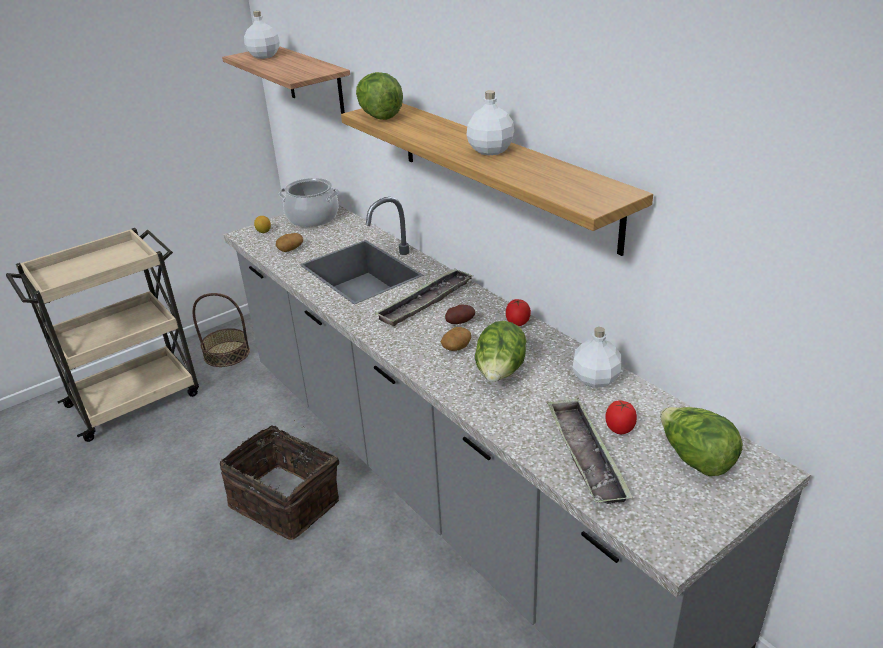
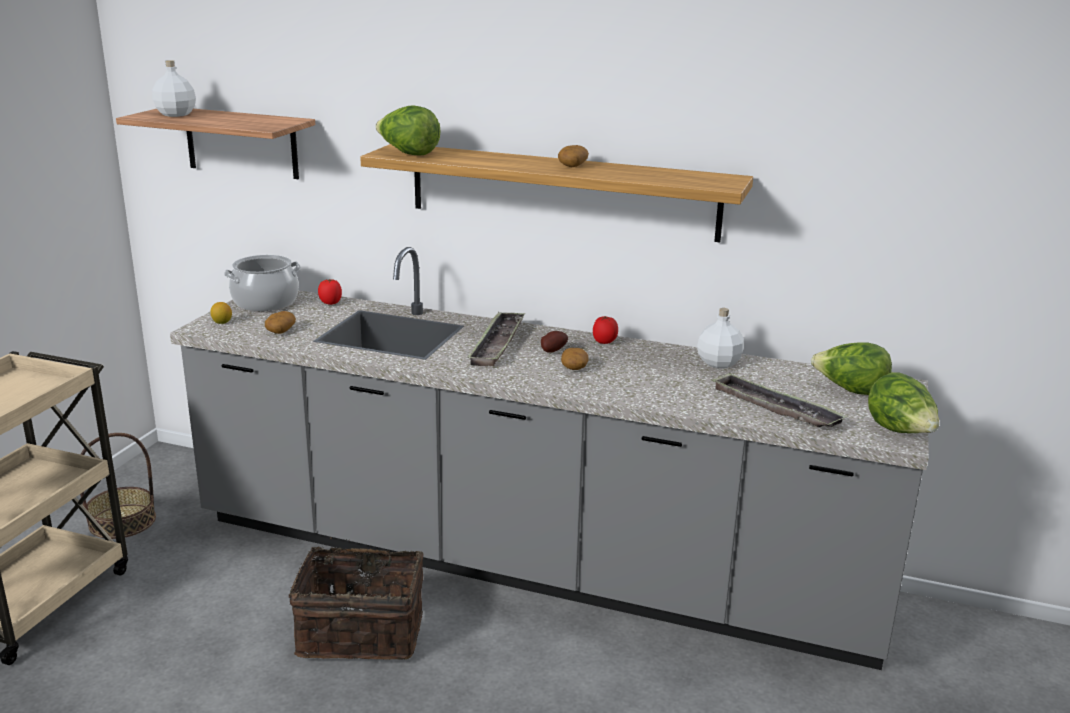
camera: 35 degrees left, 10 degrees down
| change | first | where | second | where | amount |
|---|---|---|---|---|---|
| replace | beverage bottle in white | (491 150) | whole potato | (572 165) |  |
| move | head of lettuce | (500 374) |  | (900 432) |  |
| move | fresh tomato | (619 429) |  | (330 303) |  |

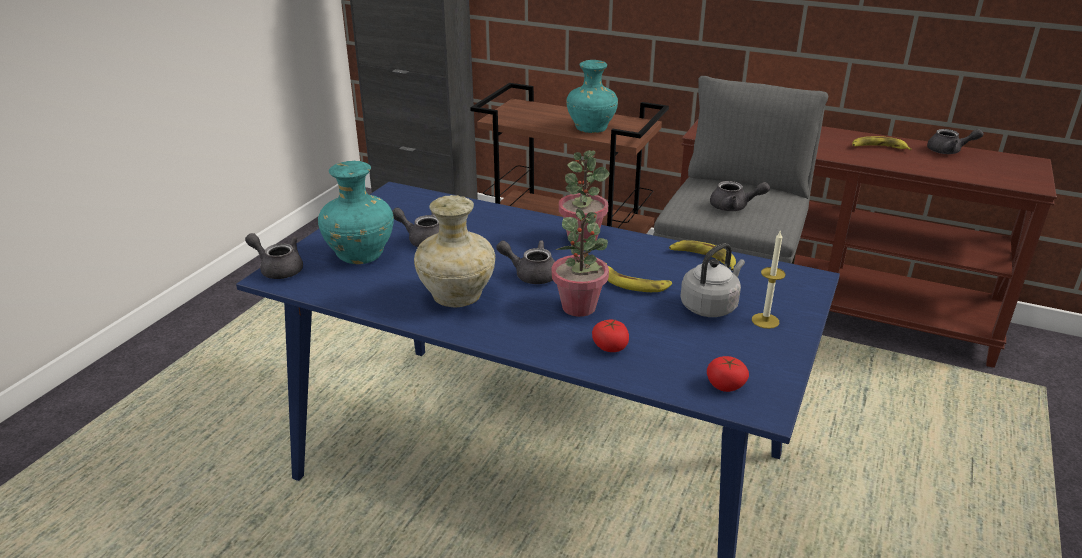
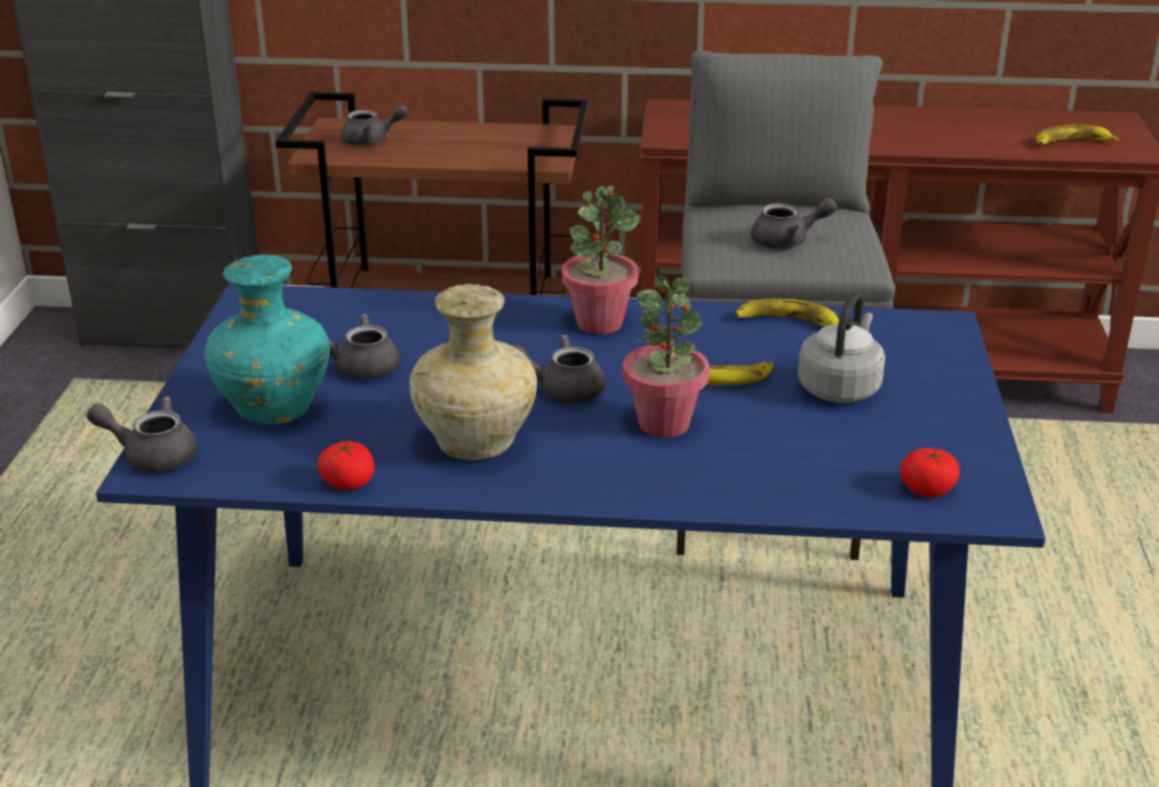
camera: 20 degrees left, 0 degrees up
| change | first | where | second | where | amount |
|---|---|---|---|---|---|
| delete | vase in blue-green | (591 129) |  |  |  |
| move | fresh tomato | (610 346) |  | (348 482) |  |
| delete | candle | (765 321) |  |  |  |
| move | banana fruit | (878 148) |  | (1071 143) |  |
| move | pot for tea in gray | (949 151) |  | (372 140) |  |

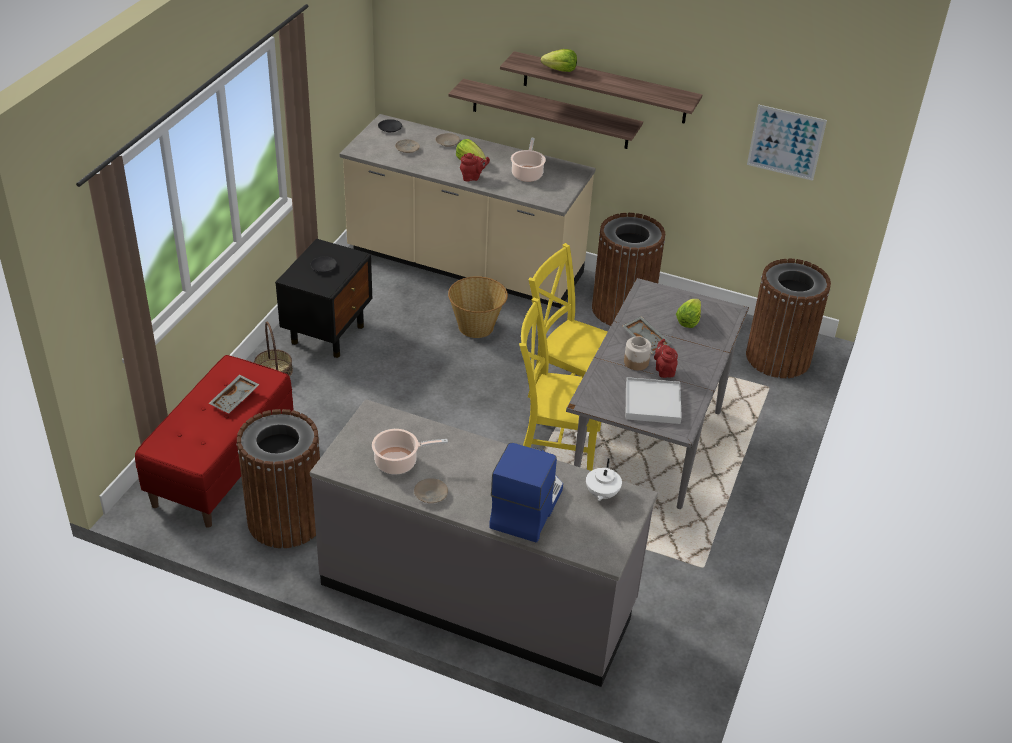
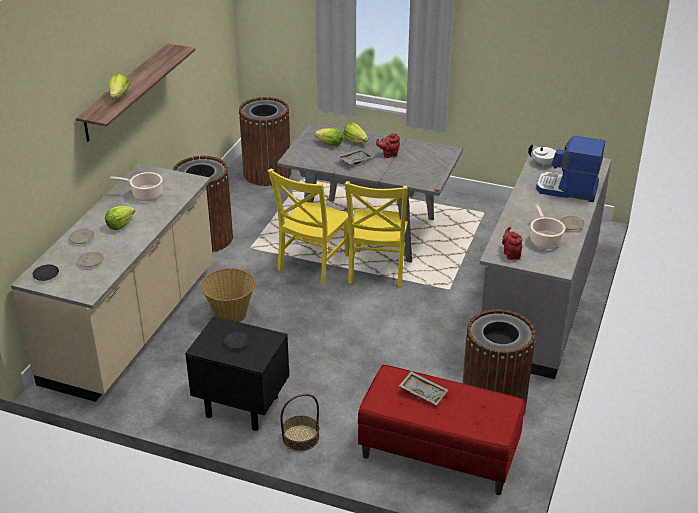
camera: 90 degrees left, 5 degrees down
| change | first | where | second | where | amount |
|---|---|---|---|---|---|
| delete | shelf | (550 114) |  |  |  |
| move | pot for tea in red | (472 177) |  | (511 254) |  |
| delete | storage jar | (636 362) |  |  |  |
| delete | carrying tray in white | (652 403) |  |  |  |
| delete | wall art | (786 142) |  |  |  |
| insert |  |  | head of lettuce | (355 141) |  |

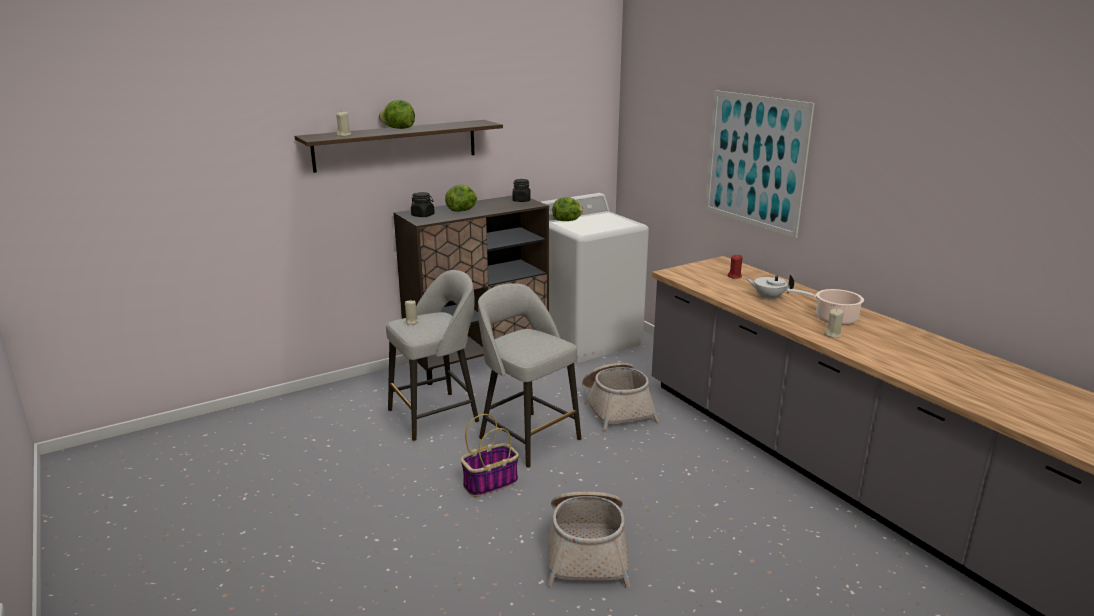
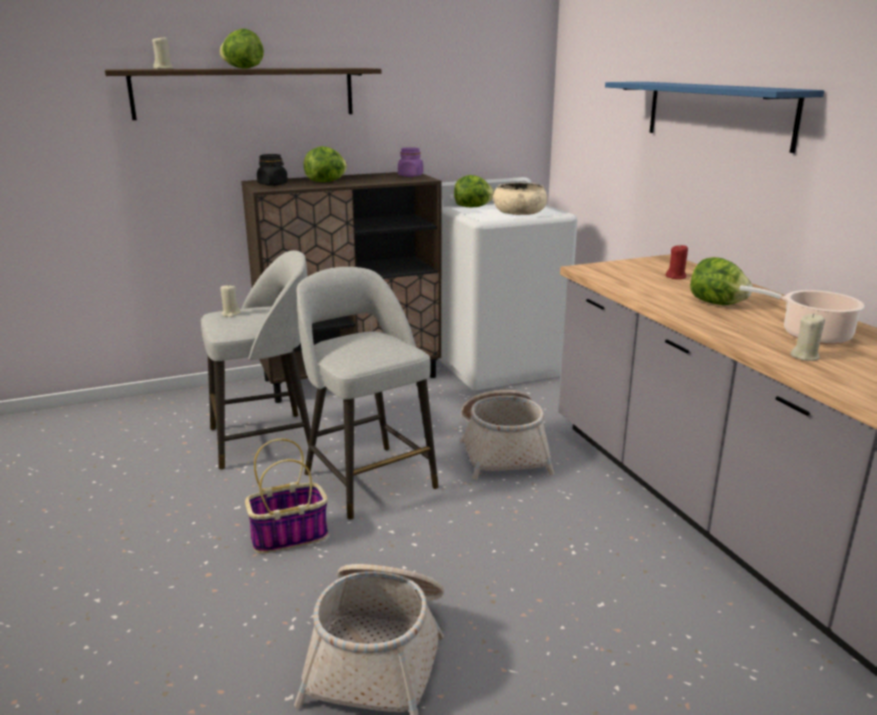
camera: 10 degrees right, 0 degrees up
| change | first | where | second | where | amount |
|---|---|---|---|---|---|
| recolor | storage jar in black-coloured | (521 200) | storage jar in purplish | (410 175) |  |
| replace | wall art | (755 161) | shelf in blue-coloured | (718 113) |  |
| replace | pot for tea in white | (768 297) | head of lettuce | (716 303) |  |
| insert |  |  | serving bowl in sand-coloured | (519 212) |  |

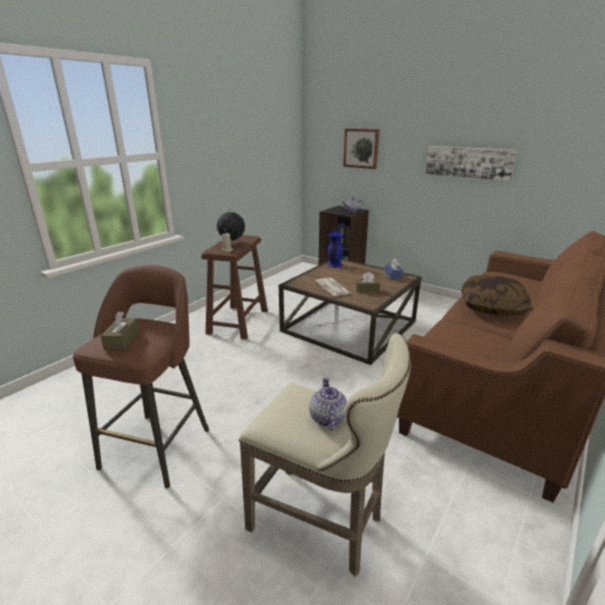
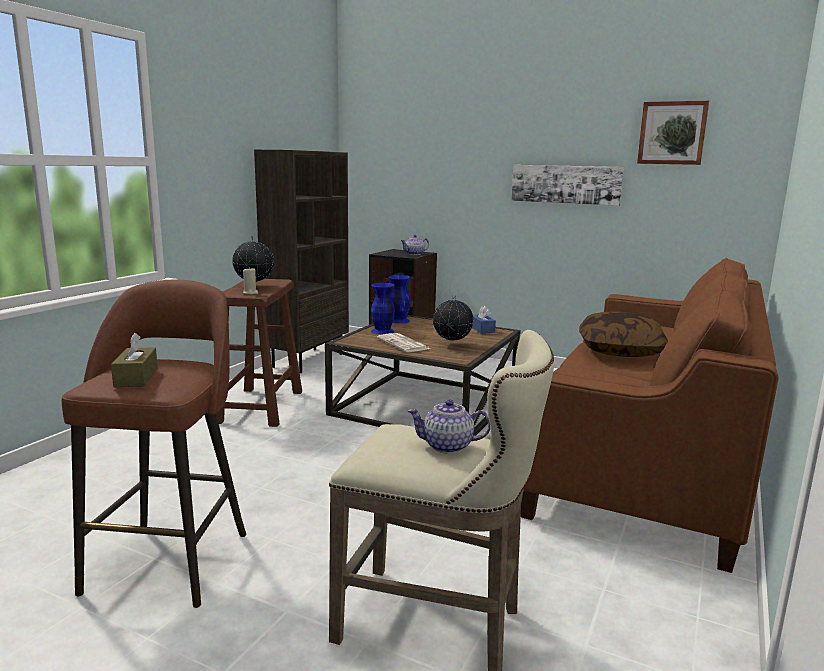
camera: 10 degrees left, 10 degrees down
| change | first | where | second | where | amount |
|---|---|---|---|---|---|
| rotate | pot for tea | (327 418) |  | (448 446) | 75 degrees counterclockwise |
| move | wall art | (361 148) |  | (672 133) |  |
| replace | tissue box in brown | (367 290) | globe | (452 345) |  |
| insert |  |  | shelving unit in brown | (307 360) |  |
| insert |  |  | vase in blue-coloured | (382 331) |  |

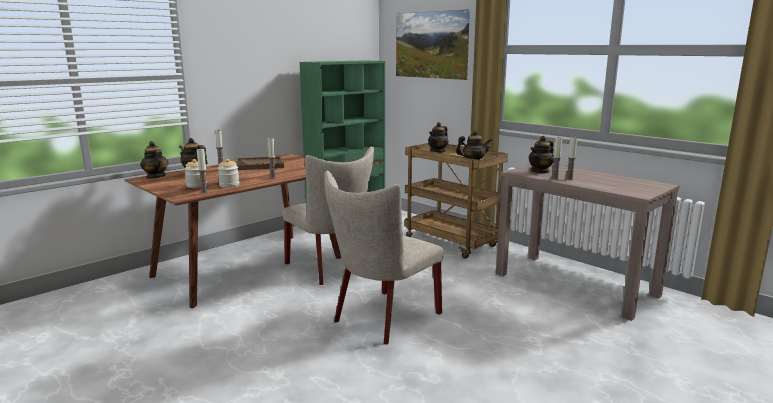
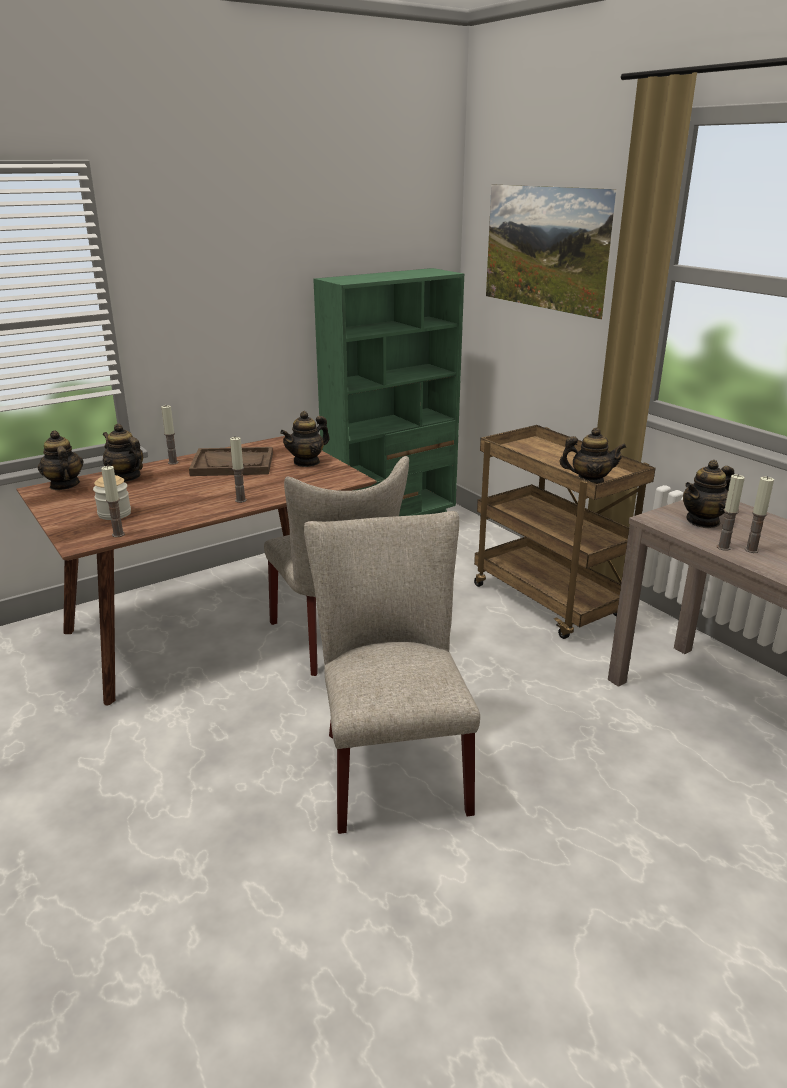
camera: 10 degrees right, 10 degrees up
| change | first | where | second | where | amount |
|---|---|---|---|---|---|
| delete | storage jar | (229 185) |  |  |  |
| rotate | upright chair in sand-coloured | (382 319) |  | (391 764) | 120 degrees clockwise |
| move | pot for tea | (438 151) |  | (307 462) |  |

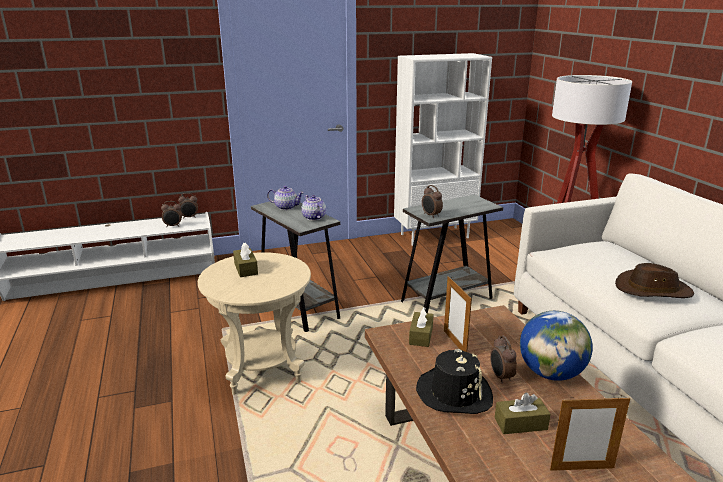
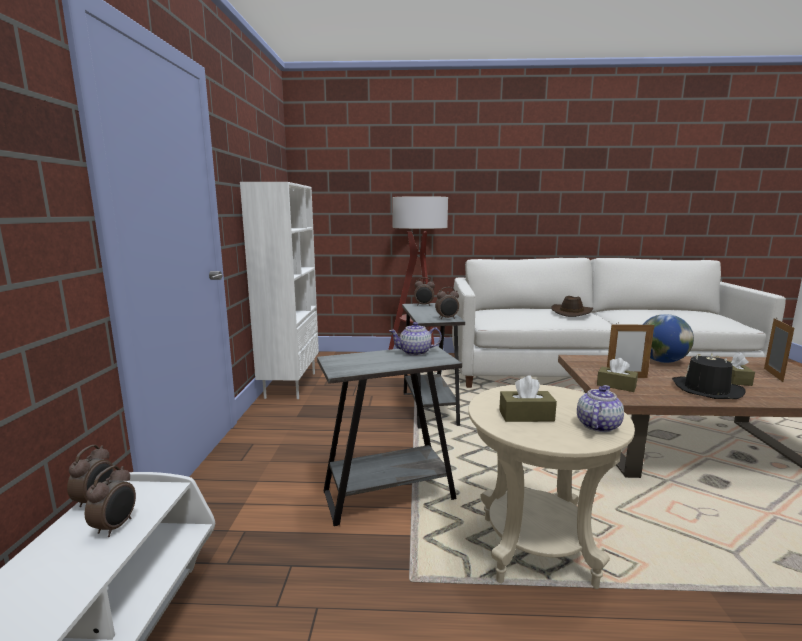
camera: 70 degrees left, 10 degrees down
| change | first | where | second | where | amount |
|---|---|---|---|---|---|
| move | pot for tea | (286 207) |  | (597 426) |  |
| move | table clock | (500 377) |  | (424 305) |  |

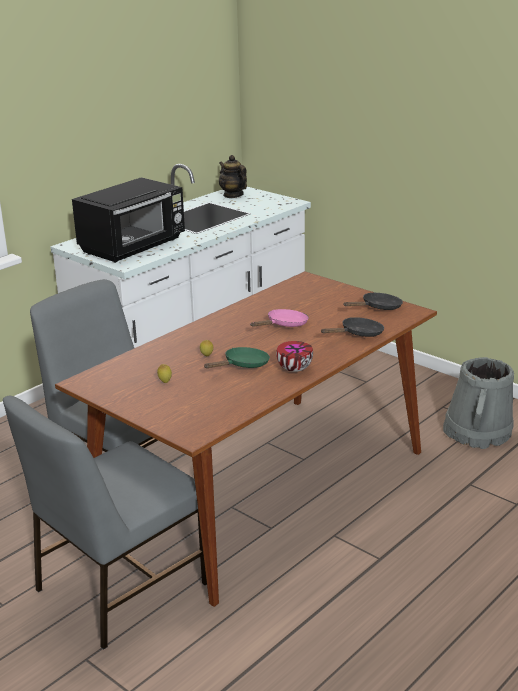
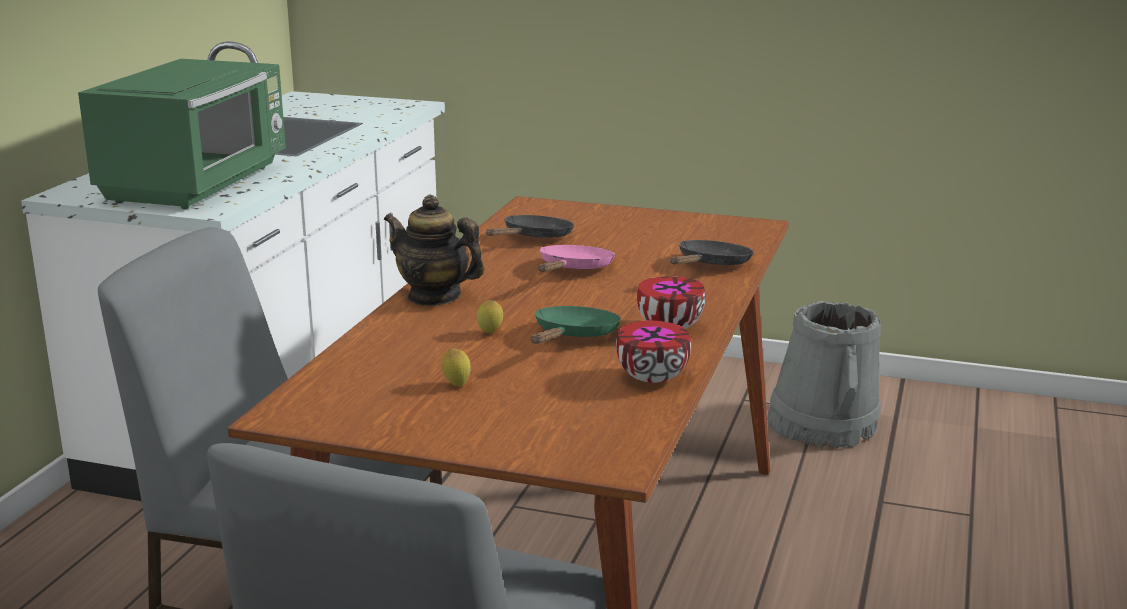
camera: 25 degrees left, 5 degrees down
| change | first | where | second | where | amount |
|---|---|---|---|---|---|
| recolor | microwave in black-coloured | (134 246) | microwave in green-coloured | (198 184) |  |
| move | pot for tea | (233 195) |  | (434 296) |  |
| move | frying pan in black-coloured | (378 308) |  | (534 238) |  |
| insert |  |  | serving bowl | (653 378) |  |

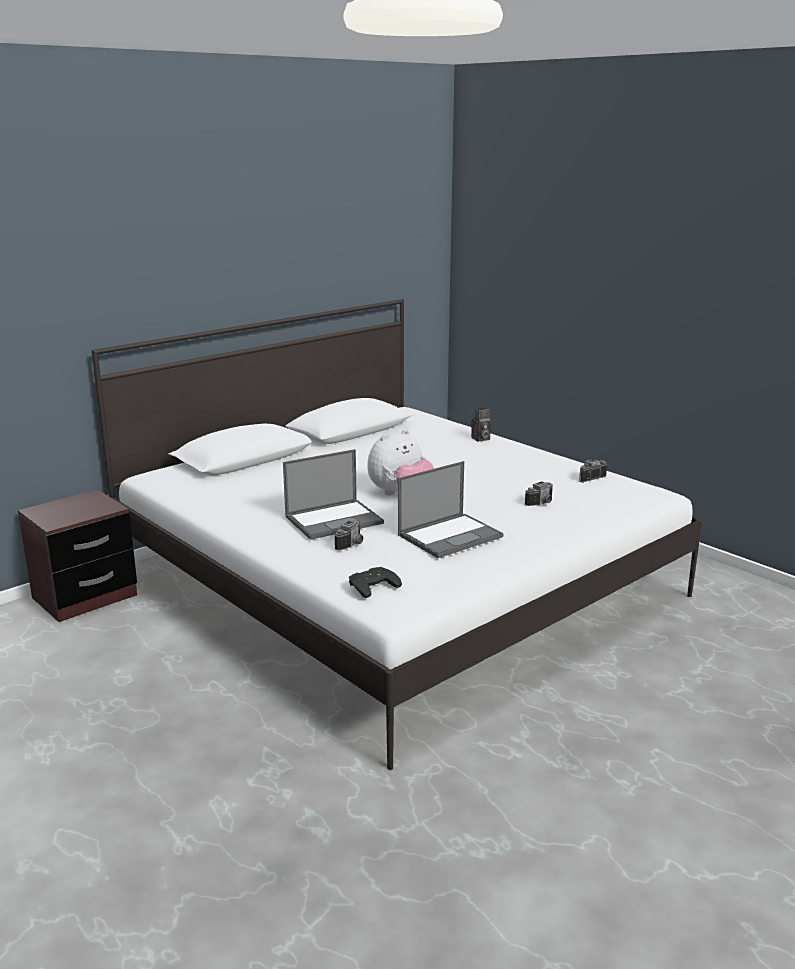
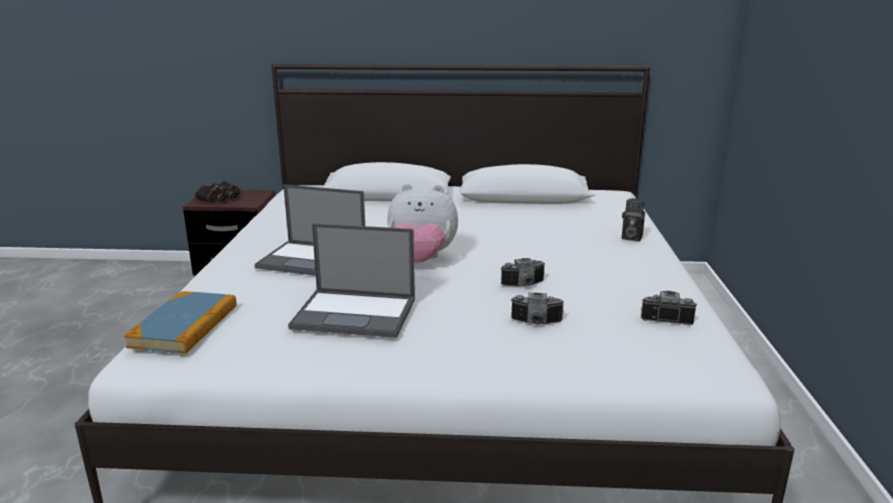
camera: 45 degrees right, 0 degrees up
| change | first | where | second | where | amount |
|---|---|---|---|---|---|
| move | still camera | (352 545) |  | (524 285) |  |
| replace | gamepad in black-coloured | (372 584) | bound book | (185 326) |  |
| insert |  |  | binoculars | (221 198) |  |

